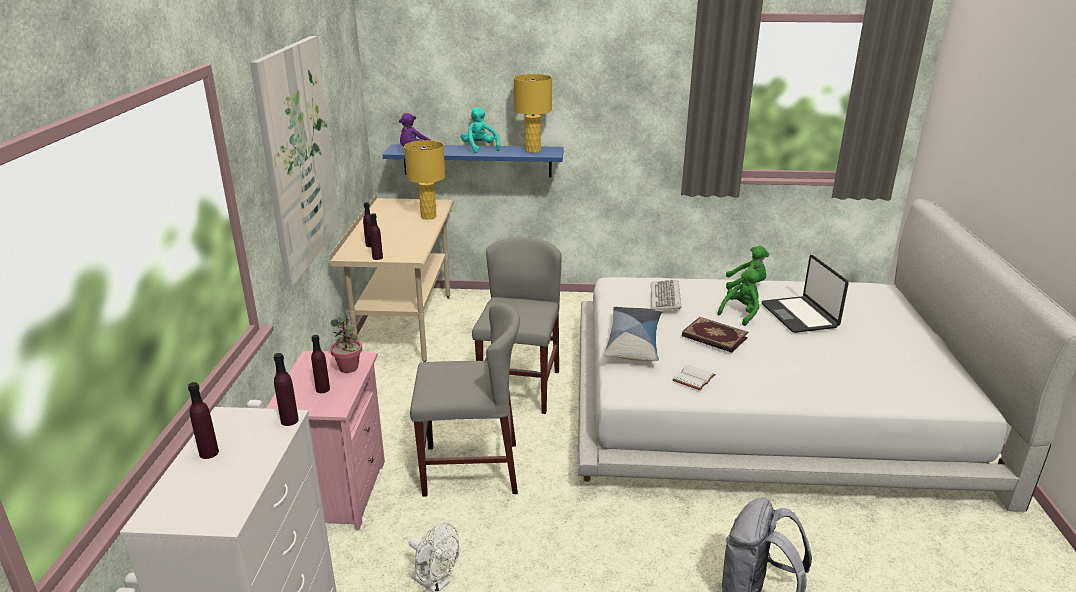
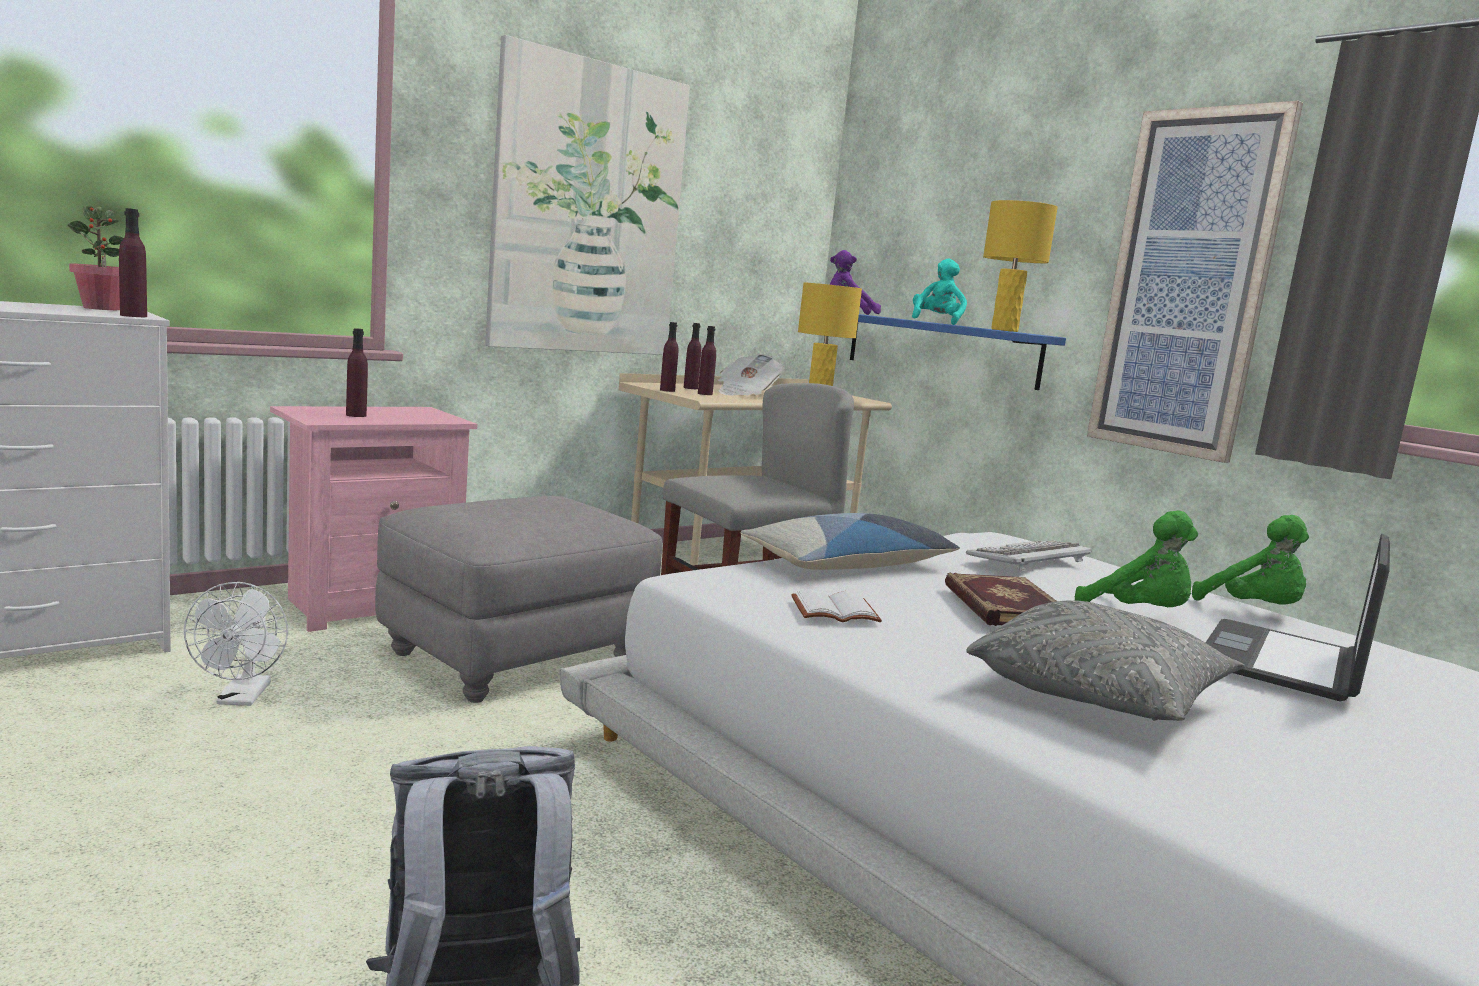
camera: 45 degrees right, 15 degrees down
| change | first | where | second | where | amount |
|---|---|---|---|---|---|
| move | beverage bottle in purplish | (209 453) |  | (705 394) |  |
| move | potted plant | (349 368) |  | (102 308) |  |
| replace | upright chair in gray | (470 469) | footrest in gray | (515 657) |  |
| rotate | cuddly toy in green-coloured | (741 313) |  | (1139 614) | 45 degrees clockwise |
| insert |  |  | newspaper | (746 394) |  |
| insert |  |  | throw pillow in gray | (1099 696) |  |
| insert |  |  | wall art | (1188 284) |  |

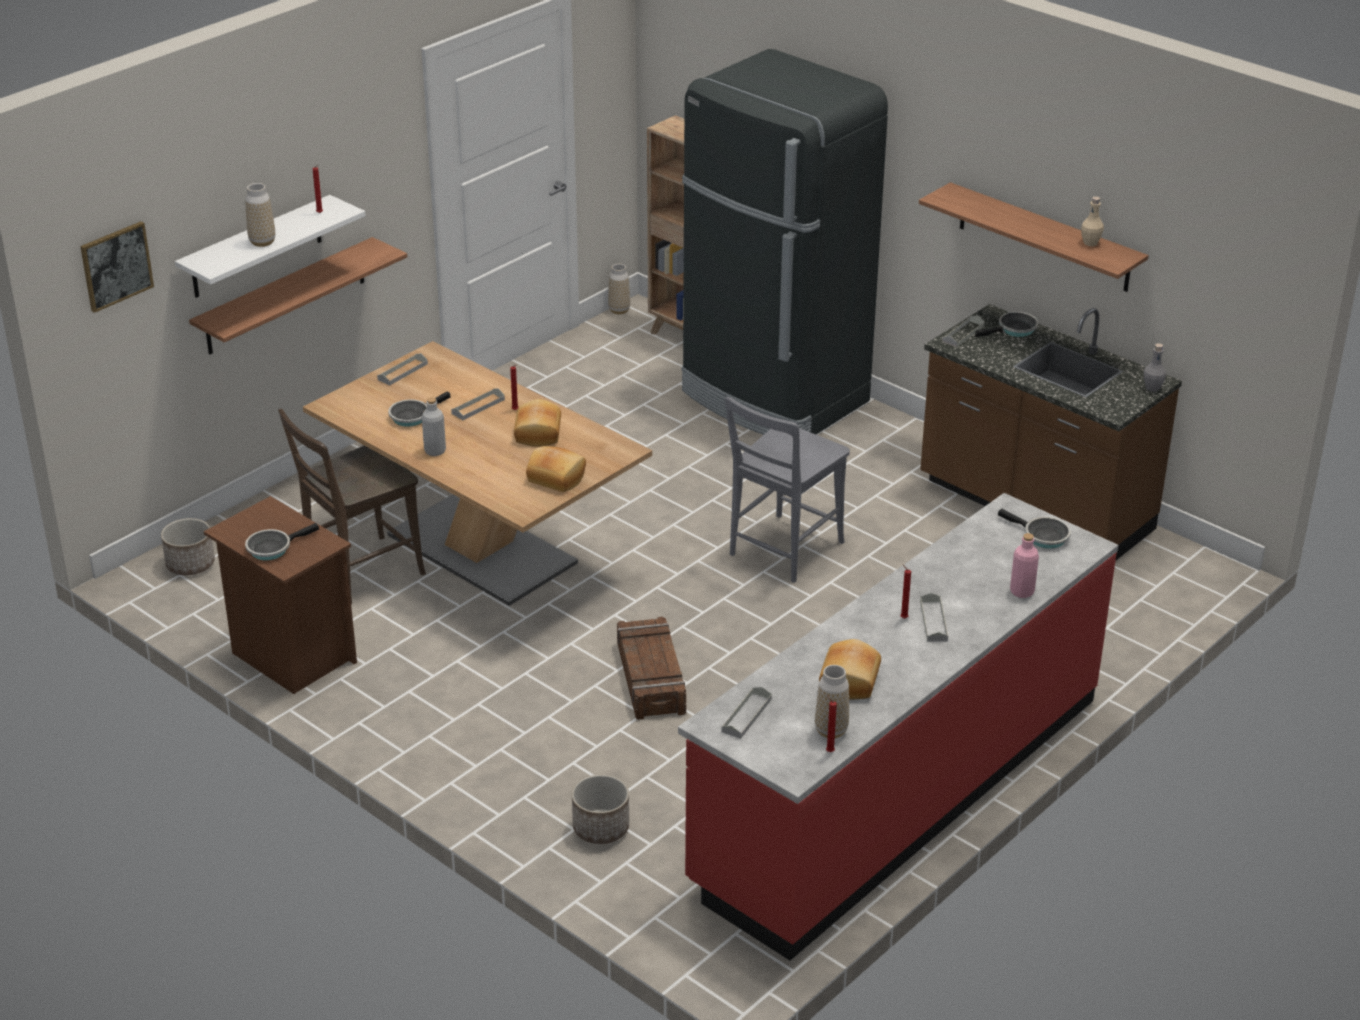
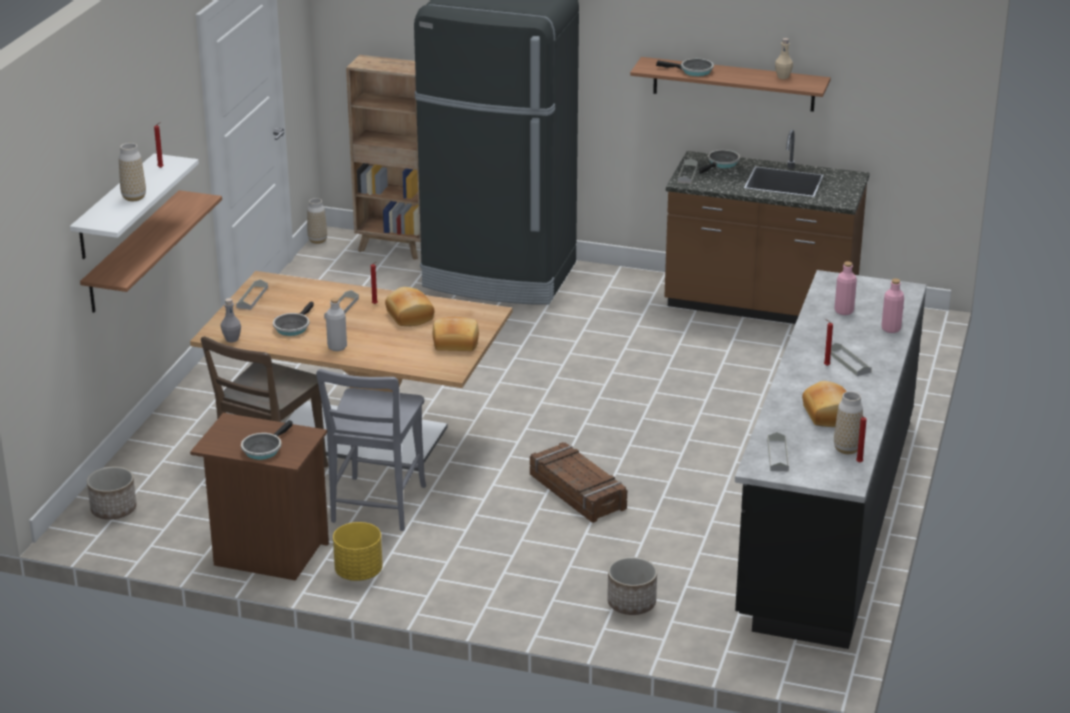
camera: 25 degrees left, 5 degrees down
| change | first | where | second | where | amount |
|---|---|---|---|---|---|
| delete | wall art | (116 266) |  |  |  |
| recolor | kitchen base unit in red | (897 790) | kitchen base unit in black-coloured | (826 516) |  |
| move | upright chair in gray | (782 551) |  | (376 507) |  |
| move | frying pan | (1042 536) |  | (693 71) |  |
| move | beverage bottle in gray | (1152 388) |  | (231 339) |  |
| insert |  |  | flower pot in yellowish | (358 573) |  |
| insert |  |  | beverage bottle in pink-coloured | (844 311) |  |

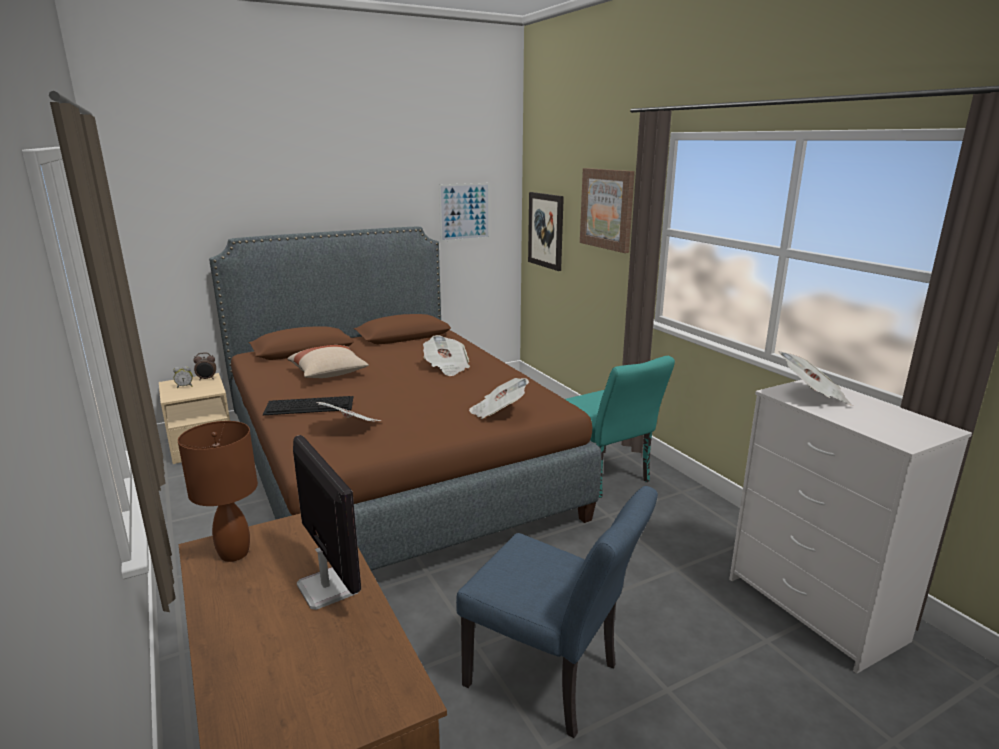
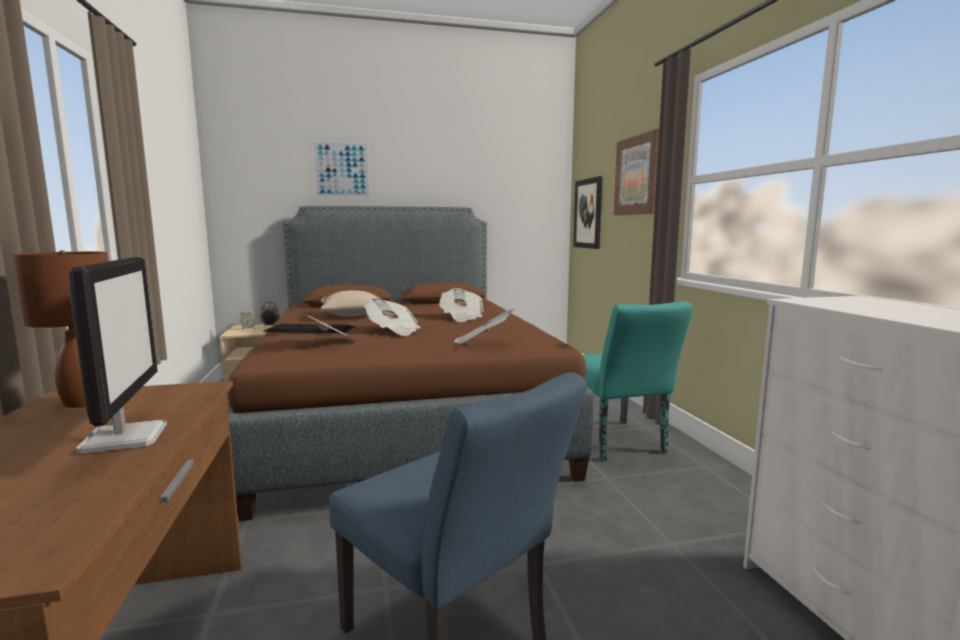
camera: 15 degrees right, 10 degrees down
| change | first | where | second | where | amount |
|---|---|---|---|---|---|
| move | wall art | (465 212) |  | (342 169) |  |
| move | newspaper | (812 396) |  | (393 331) |  |

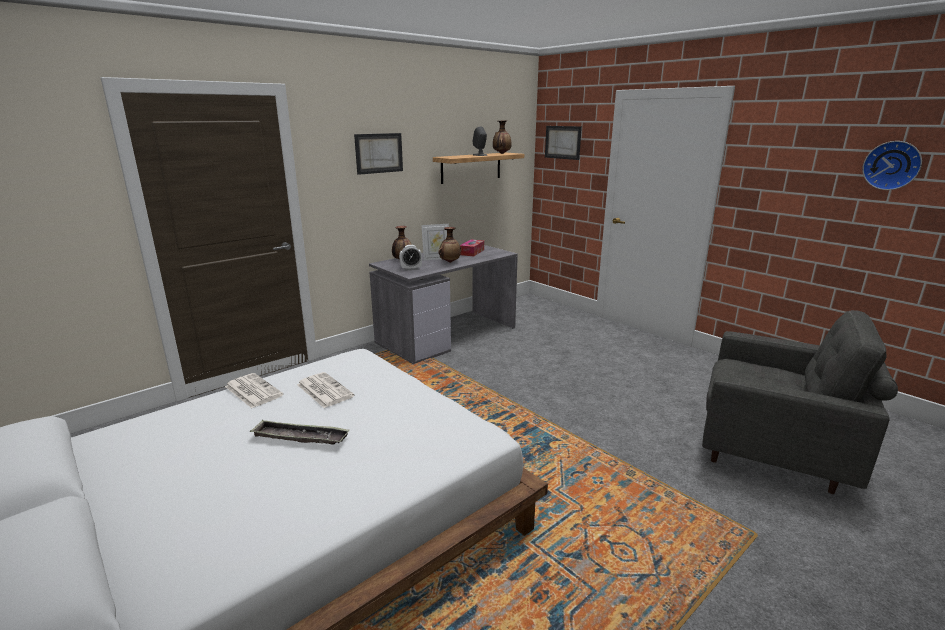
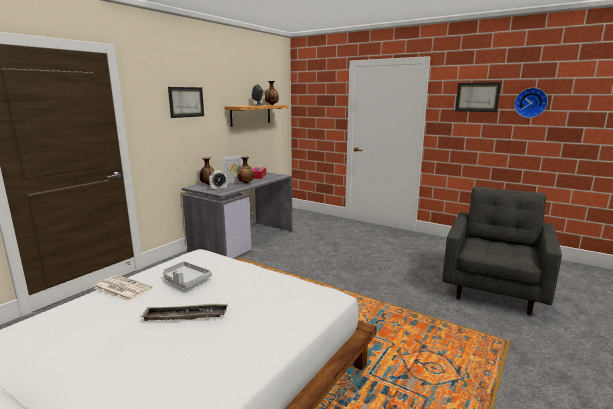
camera: 15 degrees left, 5 degrees down
| change | first | where | second | where | amount |
|---|---|---|---|---|---|
| replace | newspaper | (324 390) | carrying tray in gray | (185 280) |  |
| move | wall art | (563 142) |  | (477 97) |  |
| rotate | lounge chair in gray | (774 452) |  | (494 289) | 75 degrees counterclockwise |

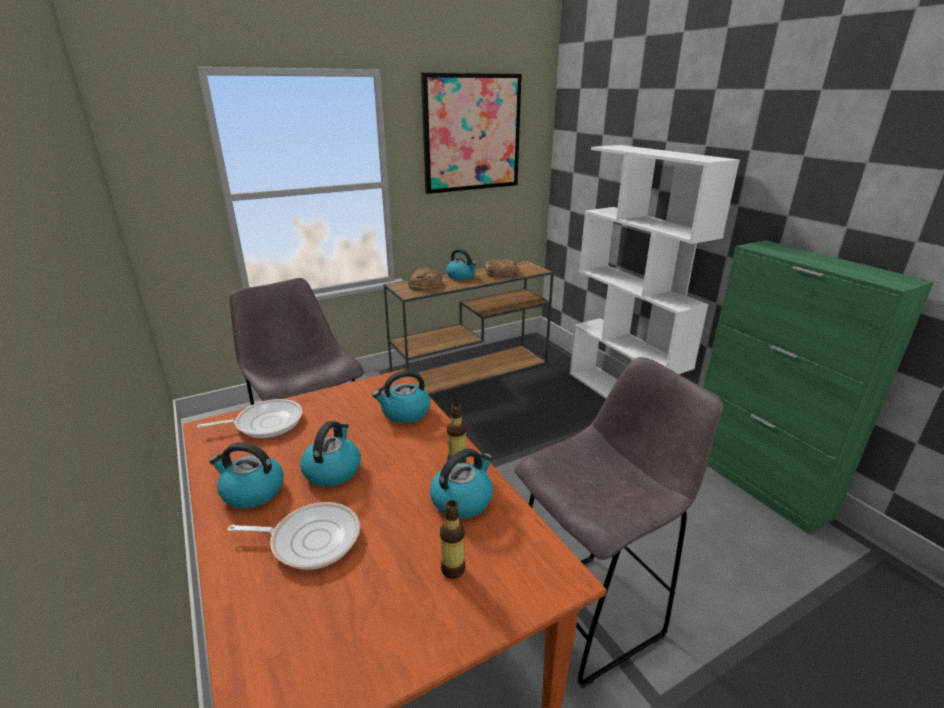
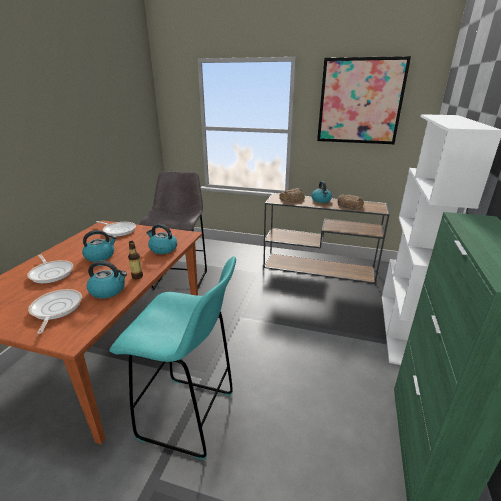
camera: 45 degrees right, 0 degrees up
| change | first | where | second | where | amount |
|---|---|---|---|---|---|
| delete | kettle | (252 492) |  |  |  |
| replace | beverage bottle | (453 569) | frying pan | (56 309) |  |
| recolor | sitting stool in gray | (591 613) | sitting stool in blue-green | (190 416) |  |

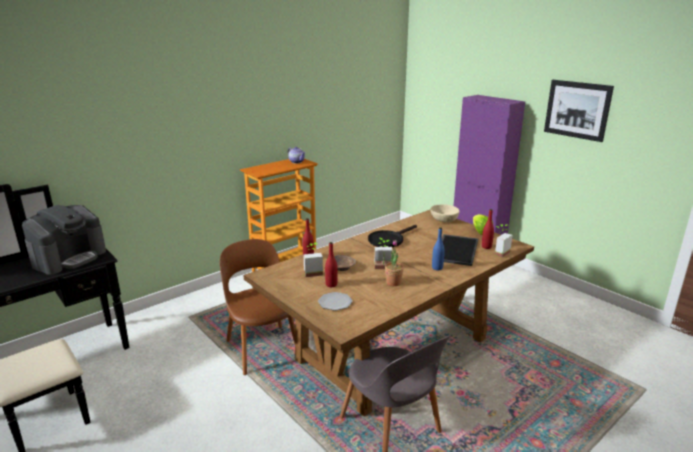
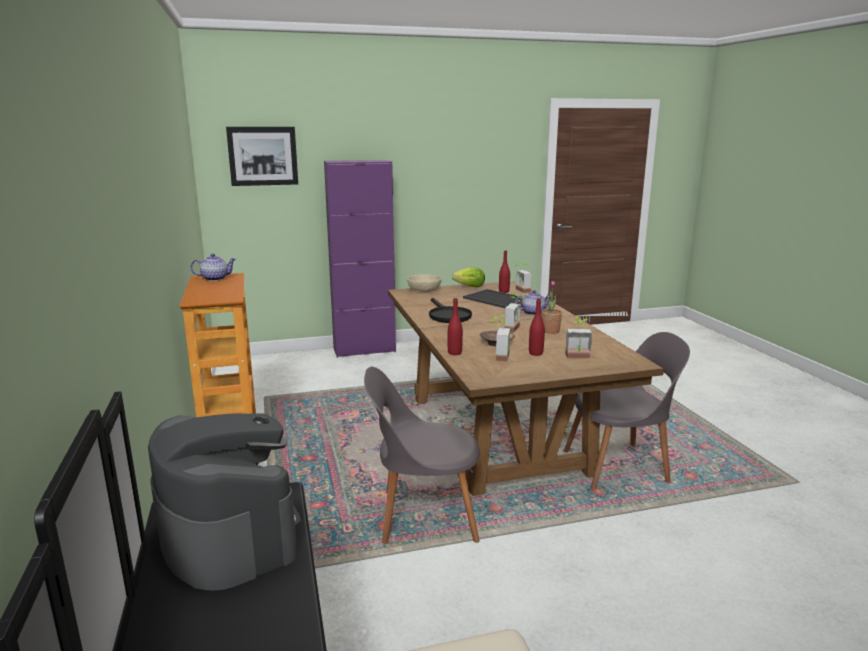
camera: 65 degrees left, 5 degrees down
| change | first | where | second | where | amount |
|---|---|---|---|---|---|
| recolor | upright chair in brown | (262 347) | upright chair in gray | (423 516) |  |
| replace | flat dish | (335 302) | potted plant | (578 358) |  |
| replace | beverage bottle in blue-coloured | (437 268) | pot for tea | (532 312) |  |
| move | wall art | (577 110) |  | (263 156) |  |

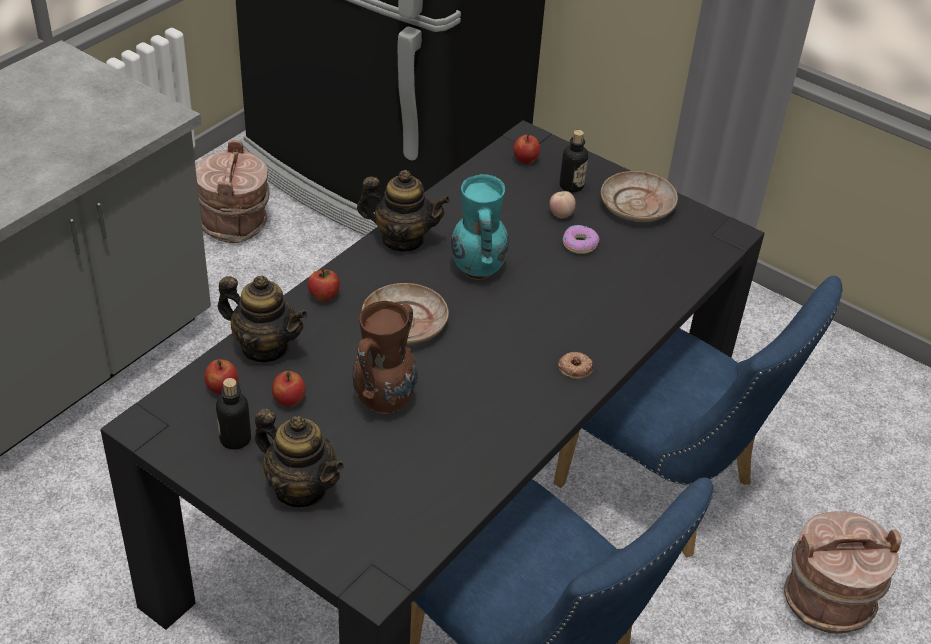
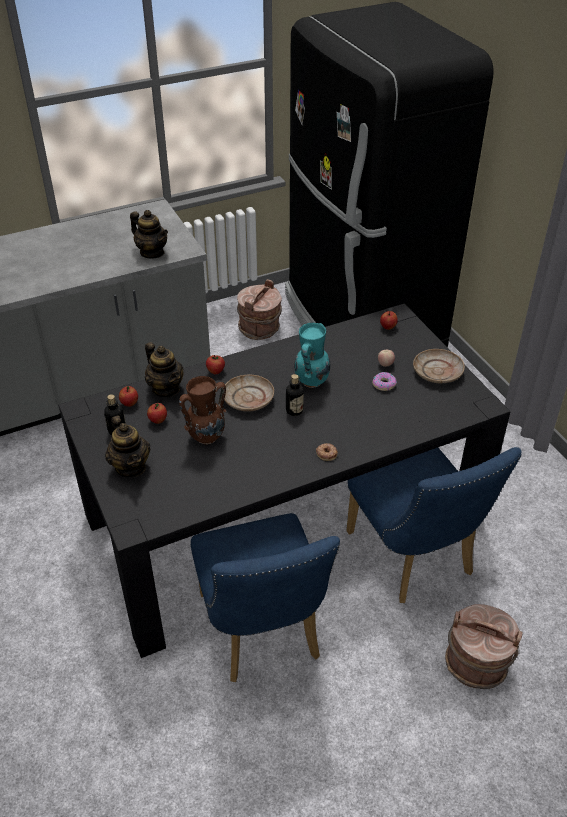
camera: 30 degrees right, 0 degrees up
| change | first | where | second | where | amount |
|---|---|---|---|---|---|
| move | pot for tea | (402 239) |  | (152 252) |  |
| move | beverage bottle | (571 186) |  | (294 410) |  |

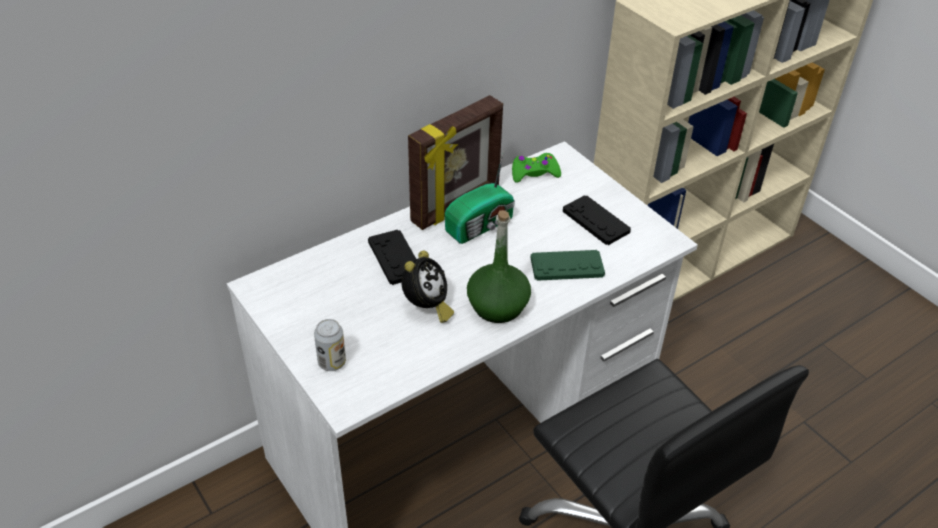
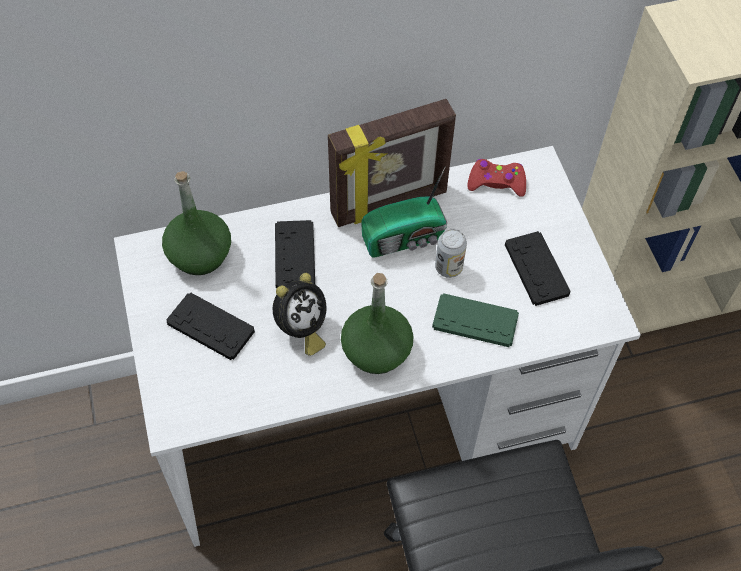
camera: 20 degrees right, 15 degrees up
| change | first | where | second | where | amount |
|---|---|---|---|---|---|
| move | can | (332 362) |  | (448 267) |  |
| recolor | gamepad in green-coloured | (534 173) | gamepad in red | (496 182) |  |
| insert |  |  | beverage bottle in green-coloured | (199 254) |  |
| insert |  |  | gamepad in black-coloured | (210 327) |  |

